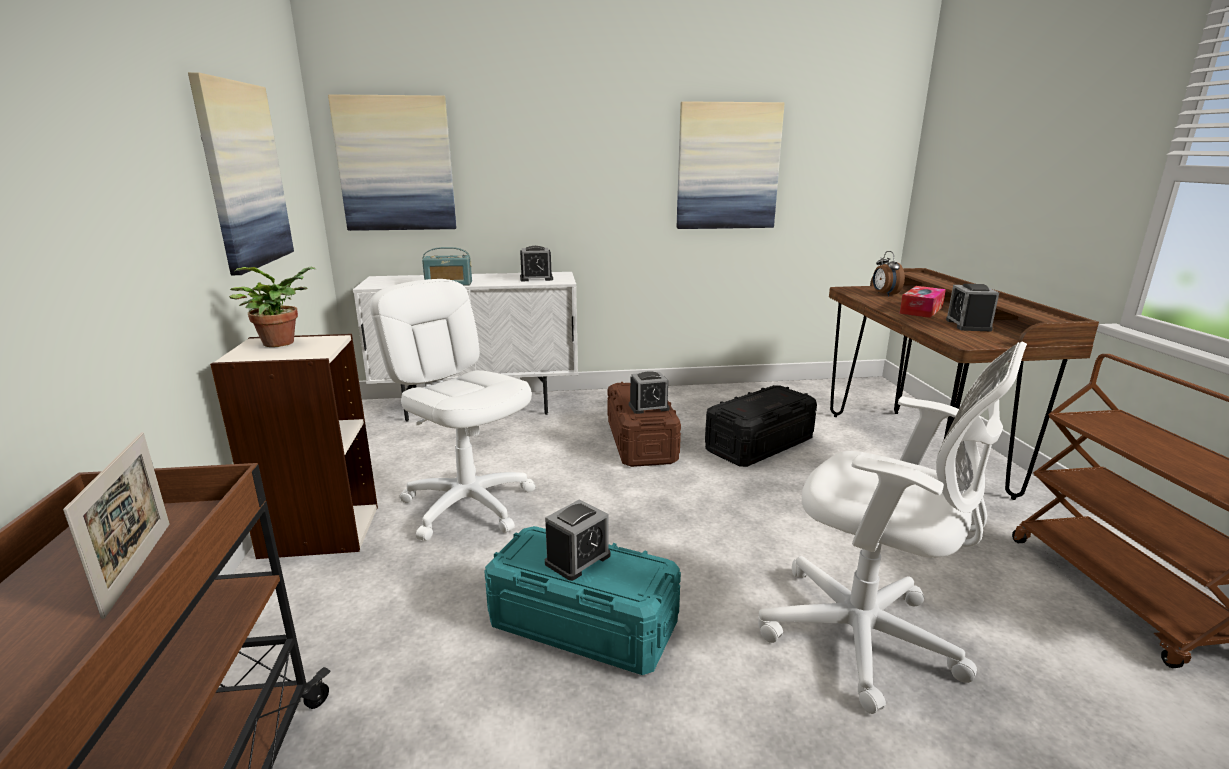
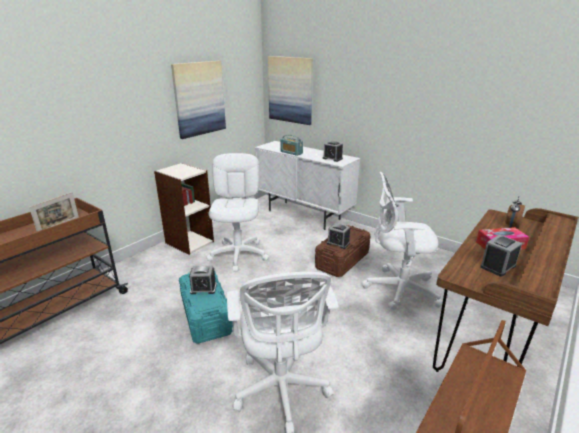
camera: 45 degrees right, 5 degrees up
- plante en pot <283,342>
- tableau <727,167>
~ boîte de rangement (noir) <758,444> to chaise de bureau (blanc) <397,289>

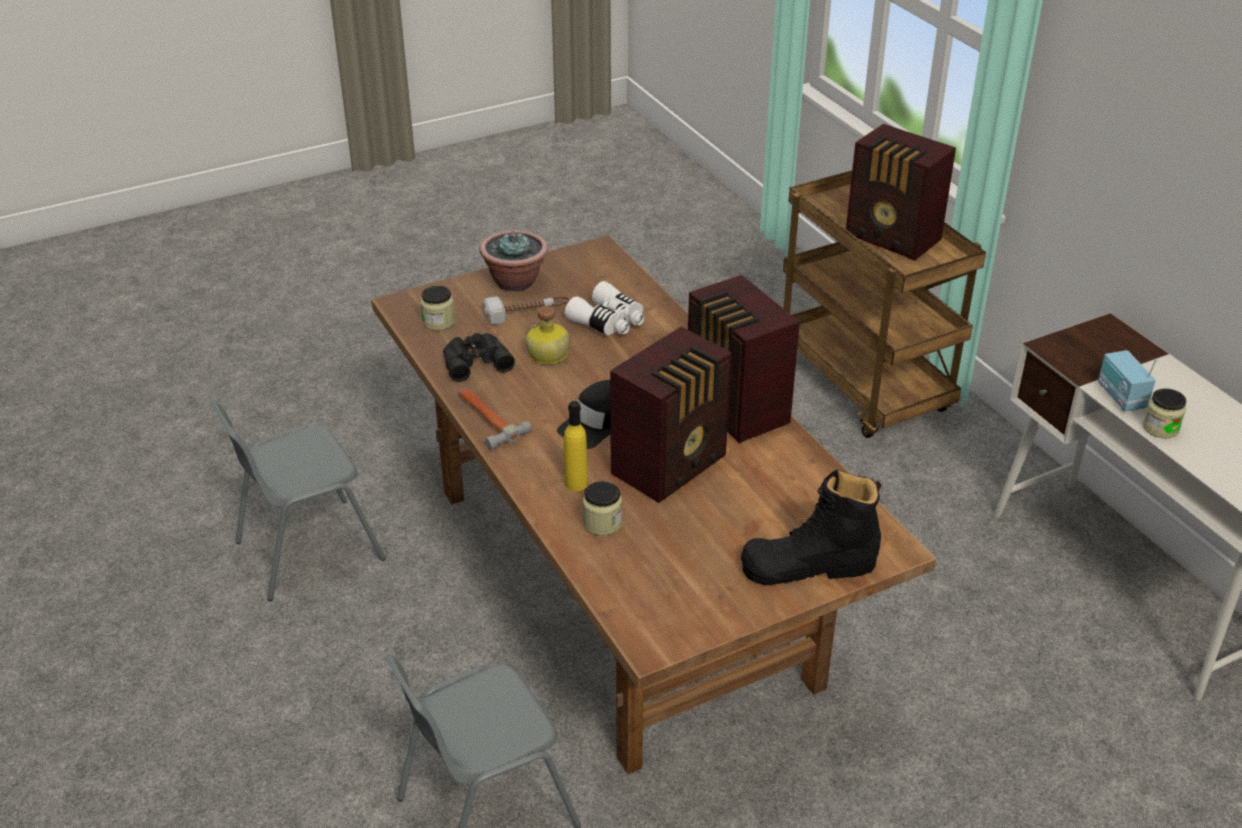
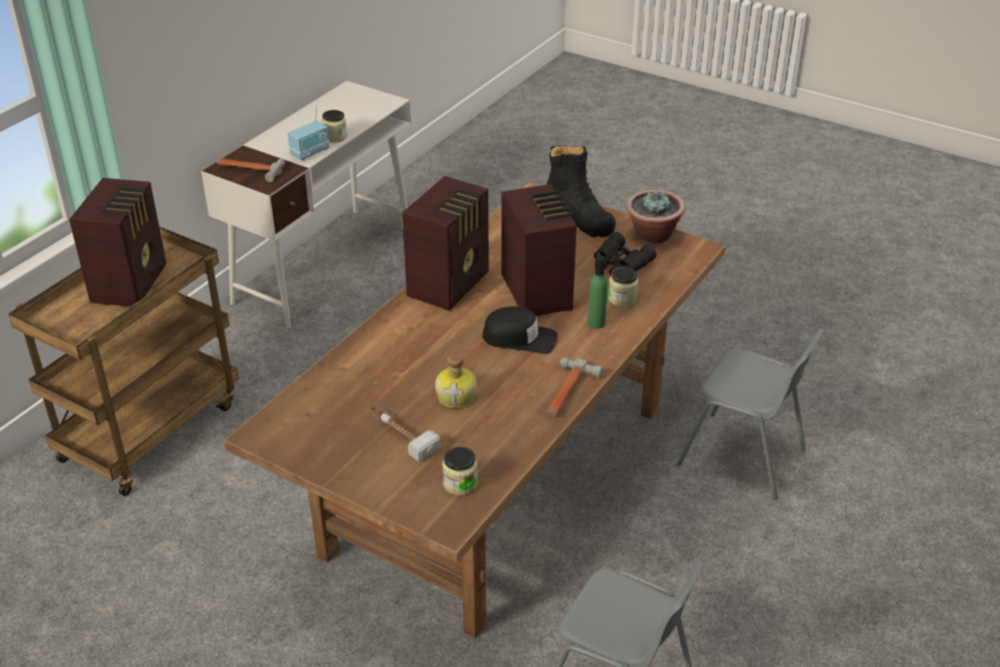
camera: 120 degrees left, 0 degrees up
~ jumelles (noir) <474,360> to <619,263>
~ plante en pot <515,282> to <653,235>
~ bouteille (jaune) <576,484> to bouteille (vert) <596,323>
- jumelles (blanc) <609,321>
~ radio <672,465> = <537,291> 60 degrees clockwise
+ marteau <249,169>

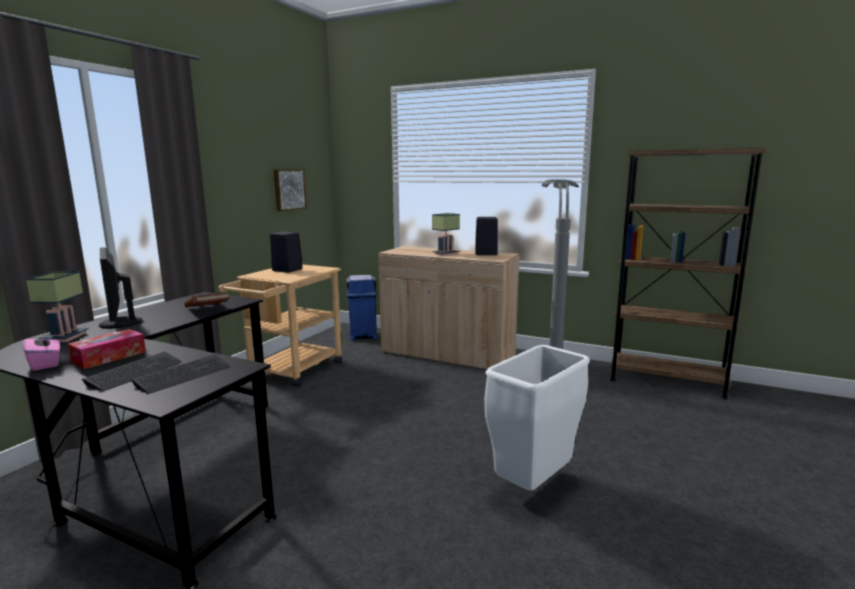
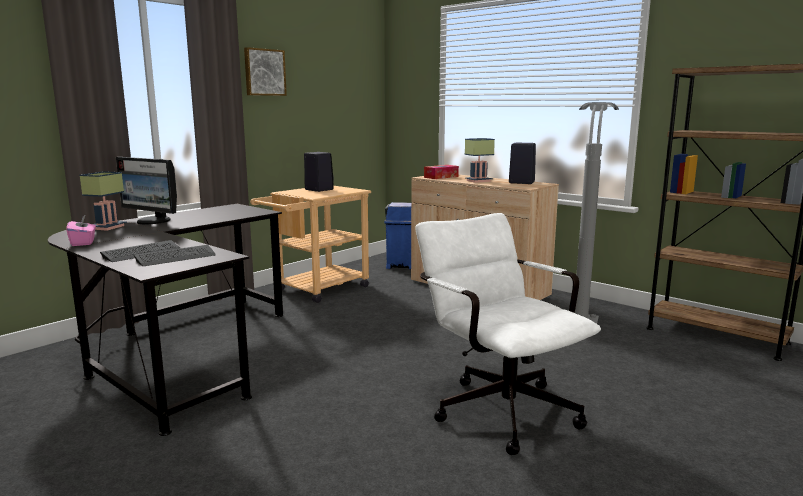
camera: 15 degrees right, 0 degrees up
~ boîte à mouchoirs <109,357> to <441,177>
~ écran d'ordinateur <119,323> = <153,221> 45 degrees counterclockwise
- livre (marron) <209,310>
~ tableau <288,189> to <264,72>
~ poubelle (blanc) <532,485> to chaise de bureau (blanc) <498,406>

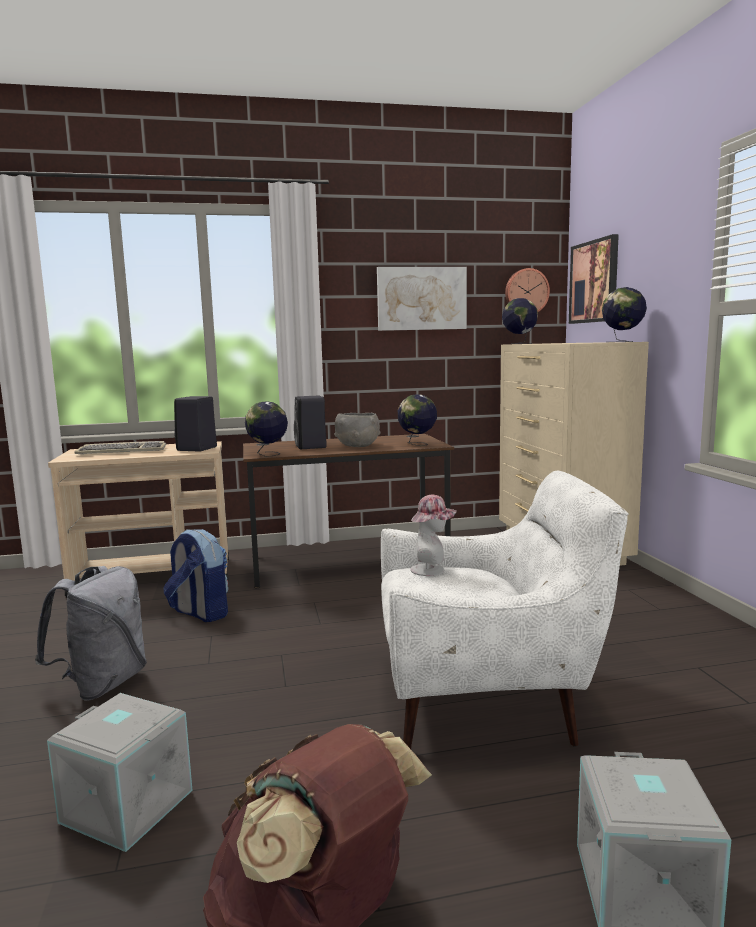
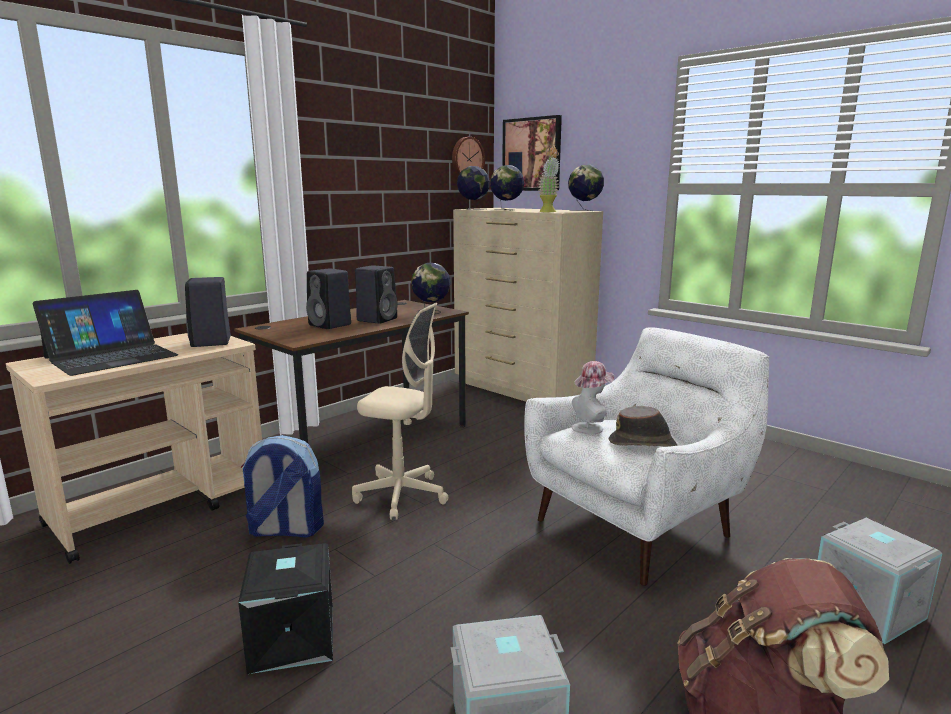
camera: 35 degrees left, 5 degrees up
~ sac à dos (gris) <103,684> to boîte de rangement (noir) <291,638>
~ clavier <123,451> to ordinateur portable <111,356>
~ globe <268,455> to <506,210>
~ bol (gris) <357,446> to enceinte (noir) <377,319>
- tableau <421,298>
+ chaise de bureau (beige) <401,495>
+ plante en pot <548,212>
+ chapeau (marron) <643,444>

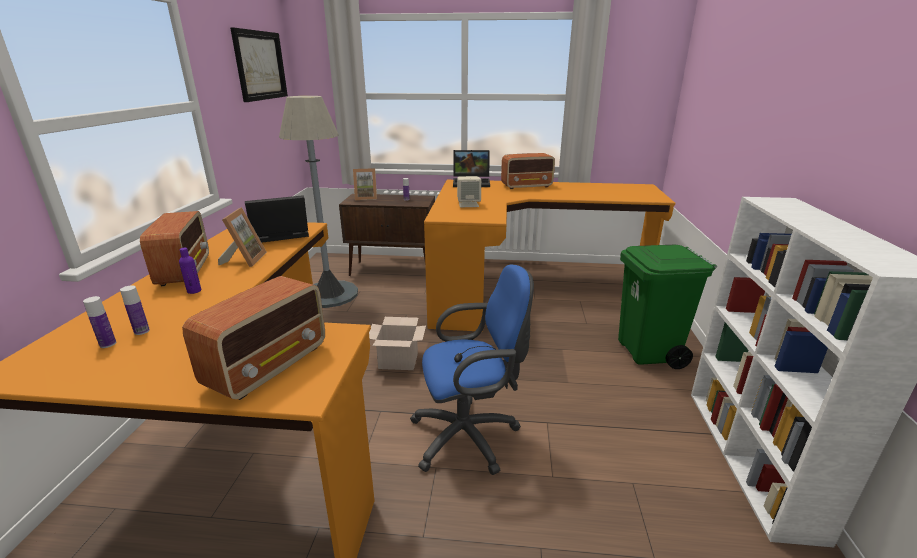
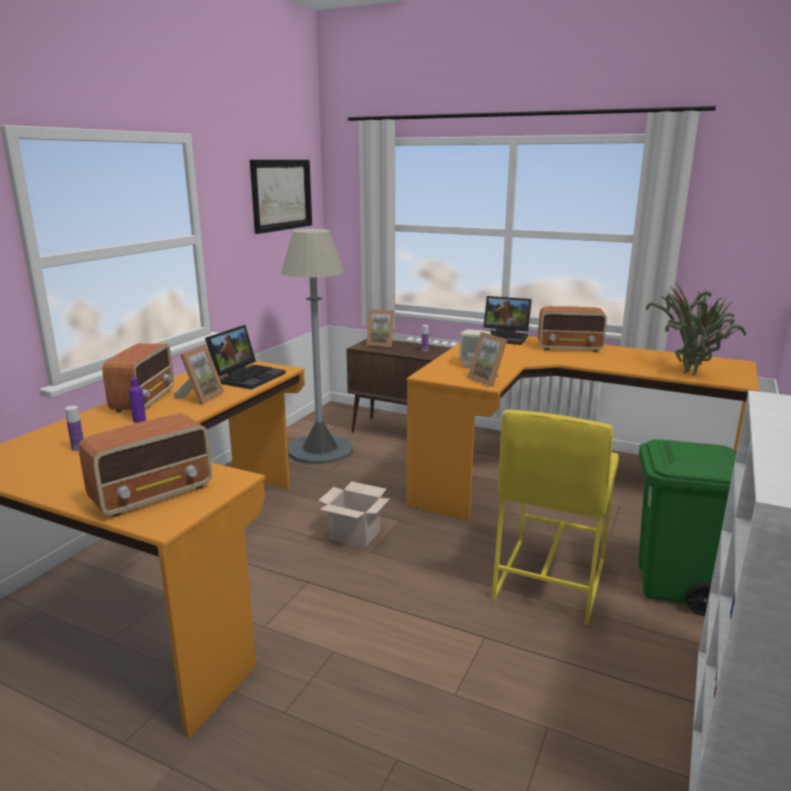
camera: 20 degrees right, 5 degrees down
- bouteille <108,344>
~ ordinateur portable <278,236> = <247,376> 120 degrees clockwise
- chaise de bureau (bleu) <470,436>
+ cadre photo <489,380>
+ tabouret (jaune) <548,579>
+ plante en pot <689,372>

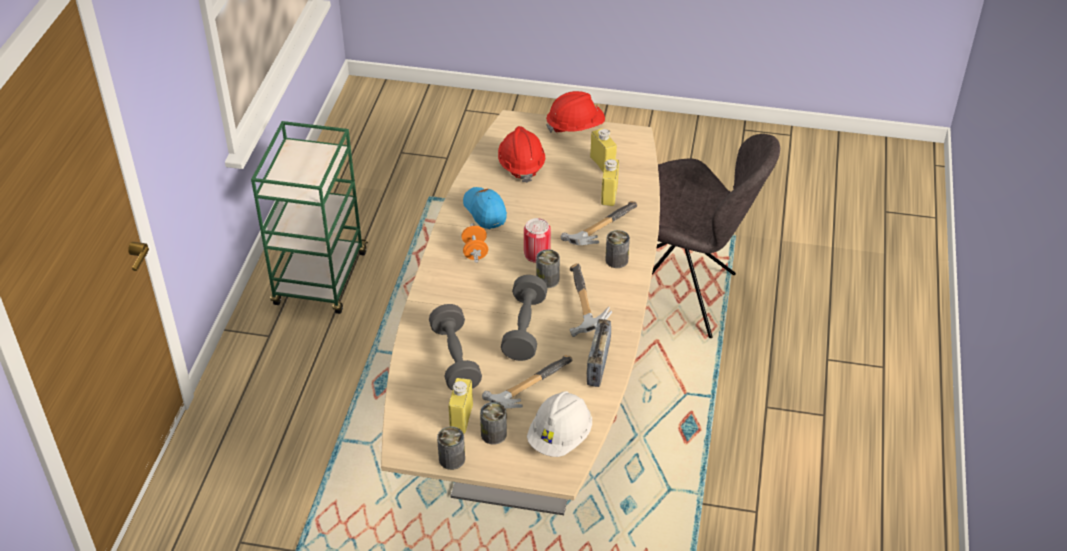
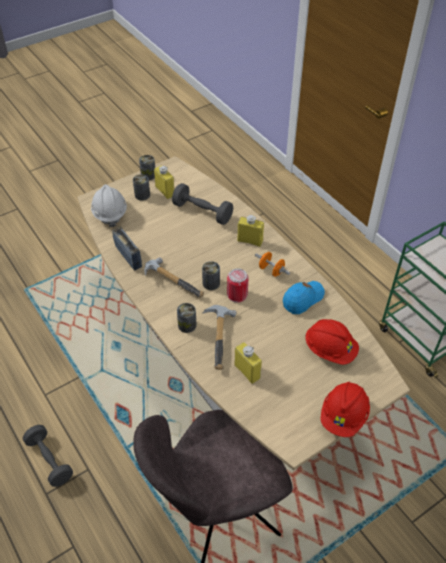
camera: 135 degrees right, 5 degrees up
~ casquette (bleu) <485,211> = <302,299> 60 degrees counterclockwise
- marteau <526,387>
~ haltère (gris) <524,329> to <49,460>
~ bouteille (jaune) <602,164> to <250,241>

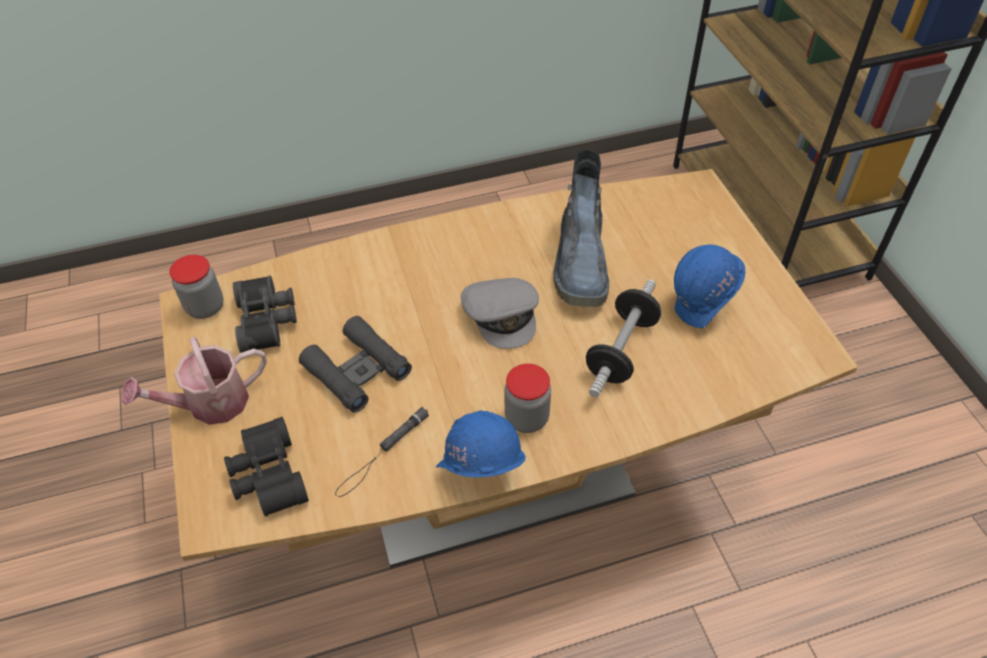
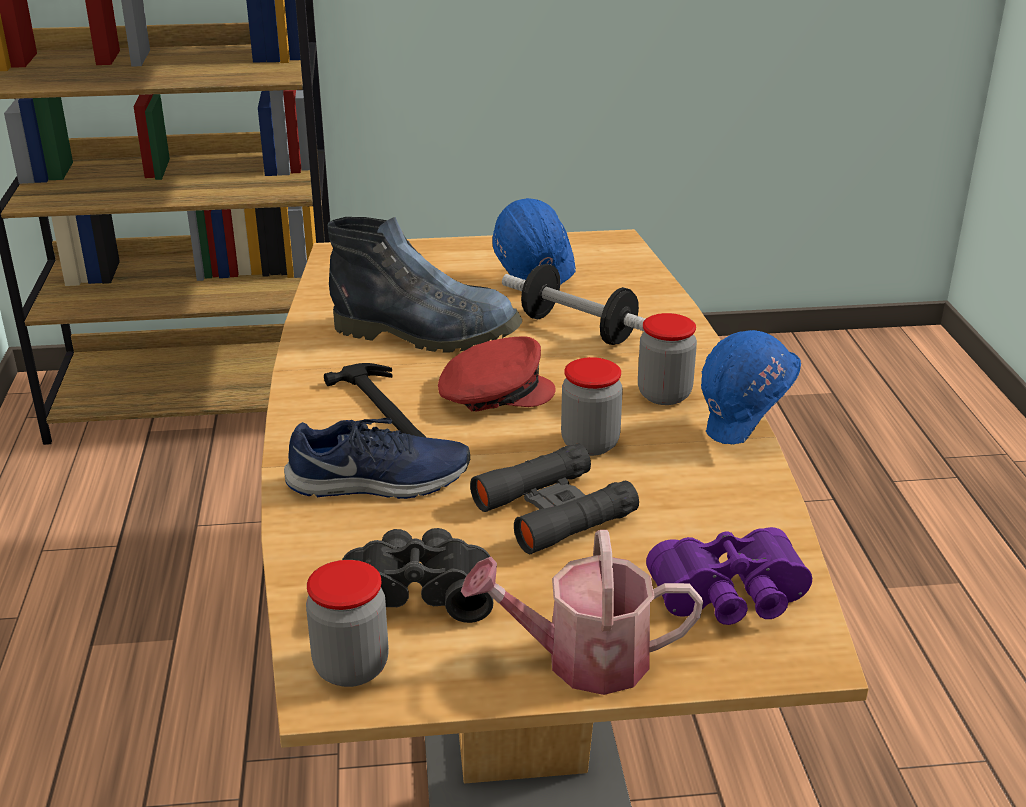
camera: 80 degrees left, 20 degrees down
~ arrosoir <209,404> = <582,659> 105 degrees clockwise
~ jumelles (noir) <266,476> to jumelles (violet) <731,599>
- lampe de poche (noir) <382,454>
~ casquette (gris) <502,315> to casquette (rouge) <493,393>
+ chaussure (bleu) <379,482>
+ marteau <385,409>
+ bocal <590,444>

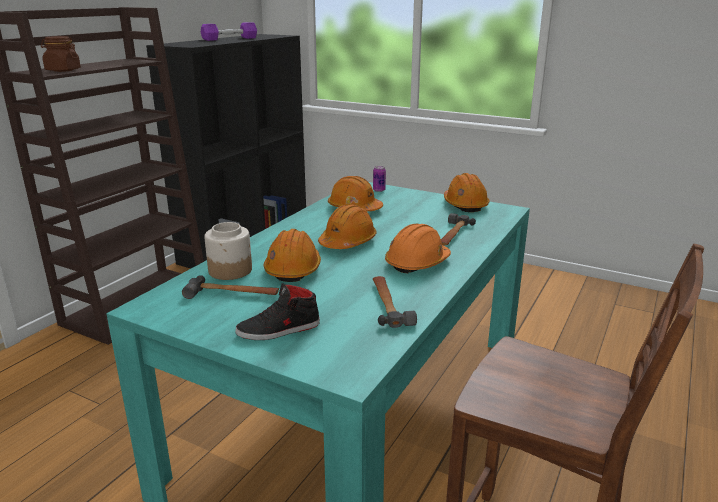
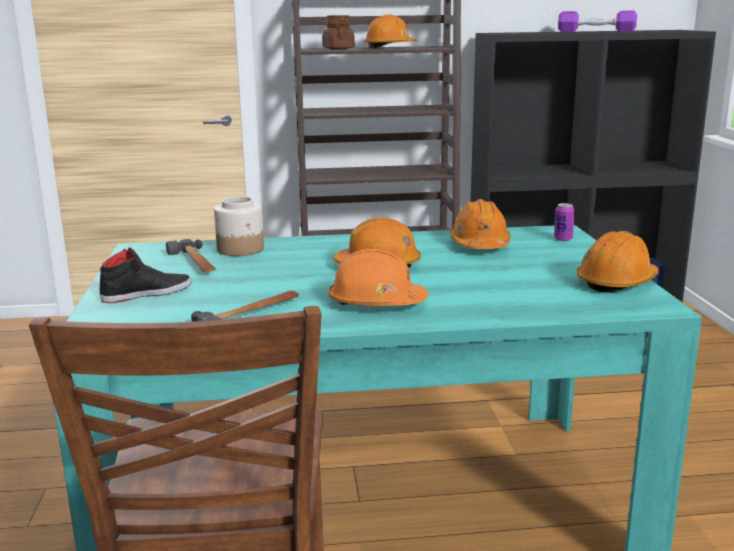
camera: 55 degrees right, 5 degrees down
~ chaussure (noir) <279,330> = <146,293> 120 degrees clockwise
~ casque de chantier (orange) <293,269> to <389,47>
- marteau <452,235>

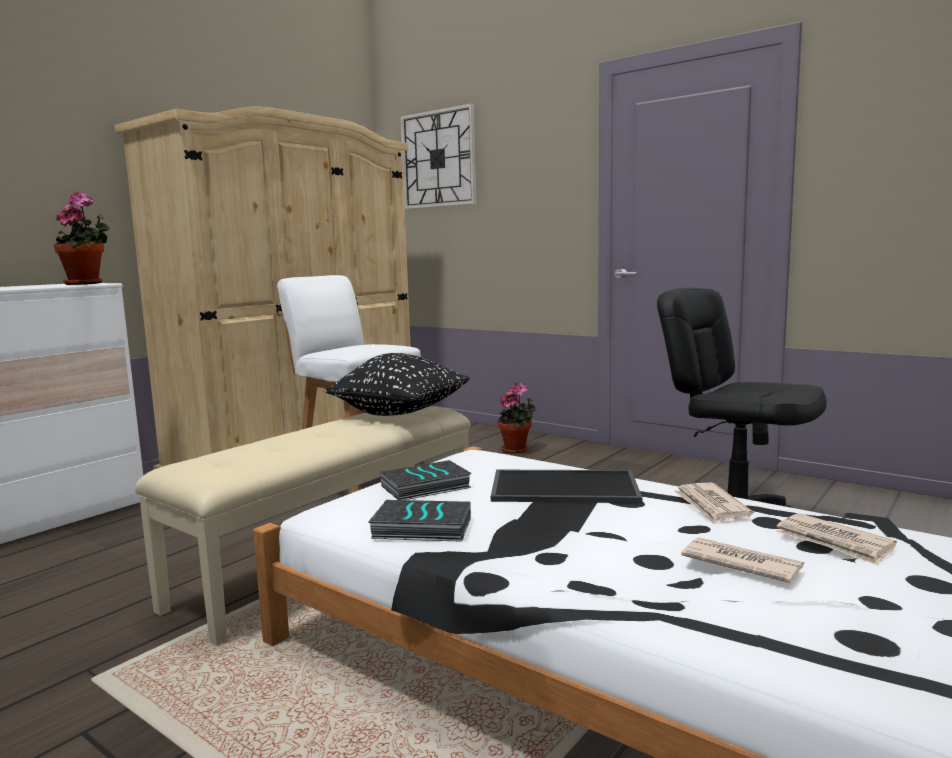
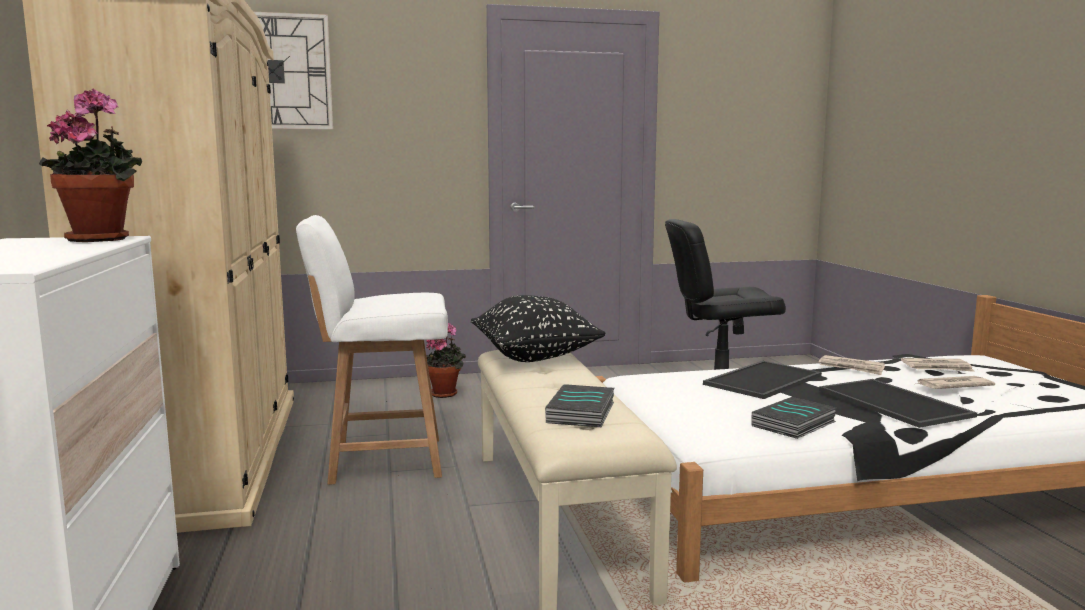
camera: 50 degrees left, 0 degrees up
~ livre <425,487> to <582,413>
+ plateau <896,403>

